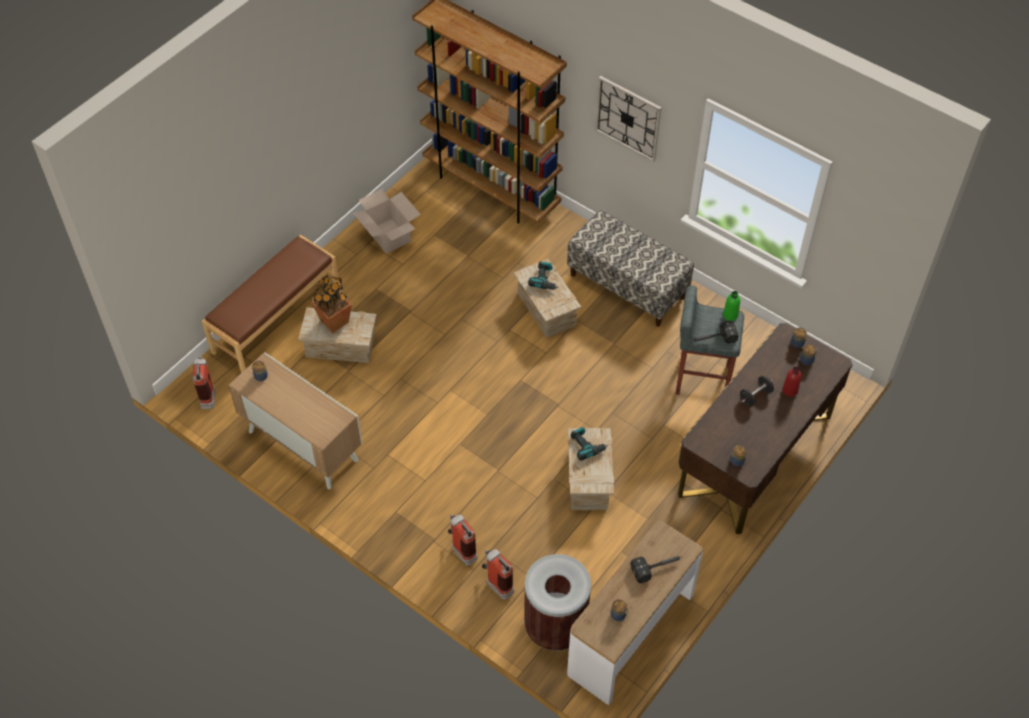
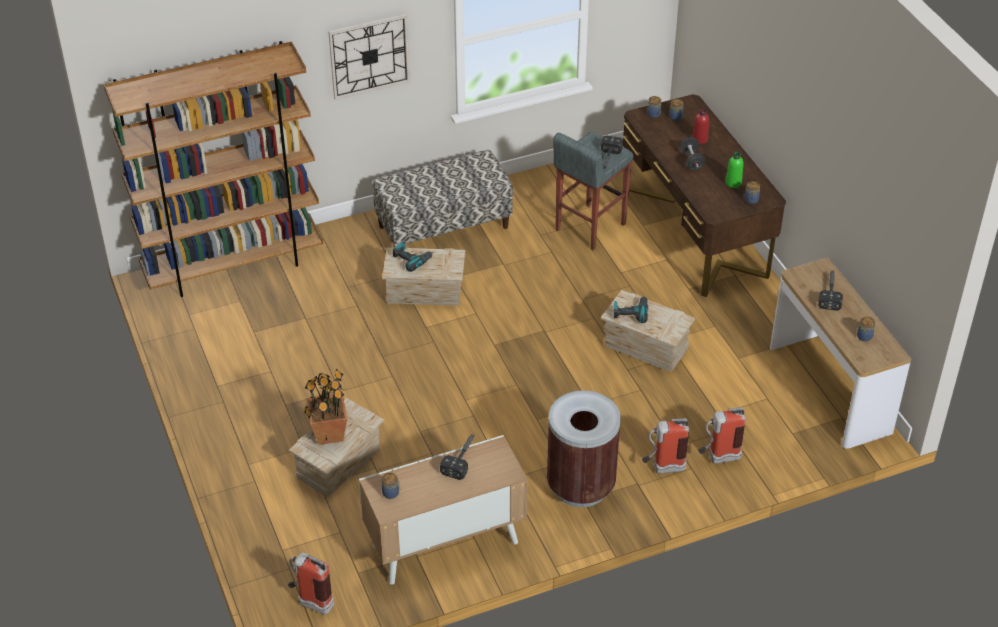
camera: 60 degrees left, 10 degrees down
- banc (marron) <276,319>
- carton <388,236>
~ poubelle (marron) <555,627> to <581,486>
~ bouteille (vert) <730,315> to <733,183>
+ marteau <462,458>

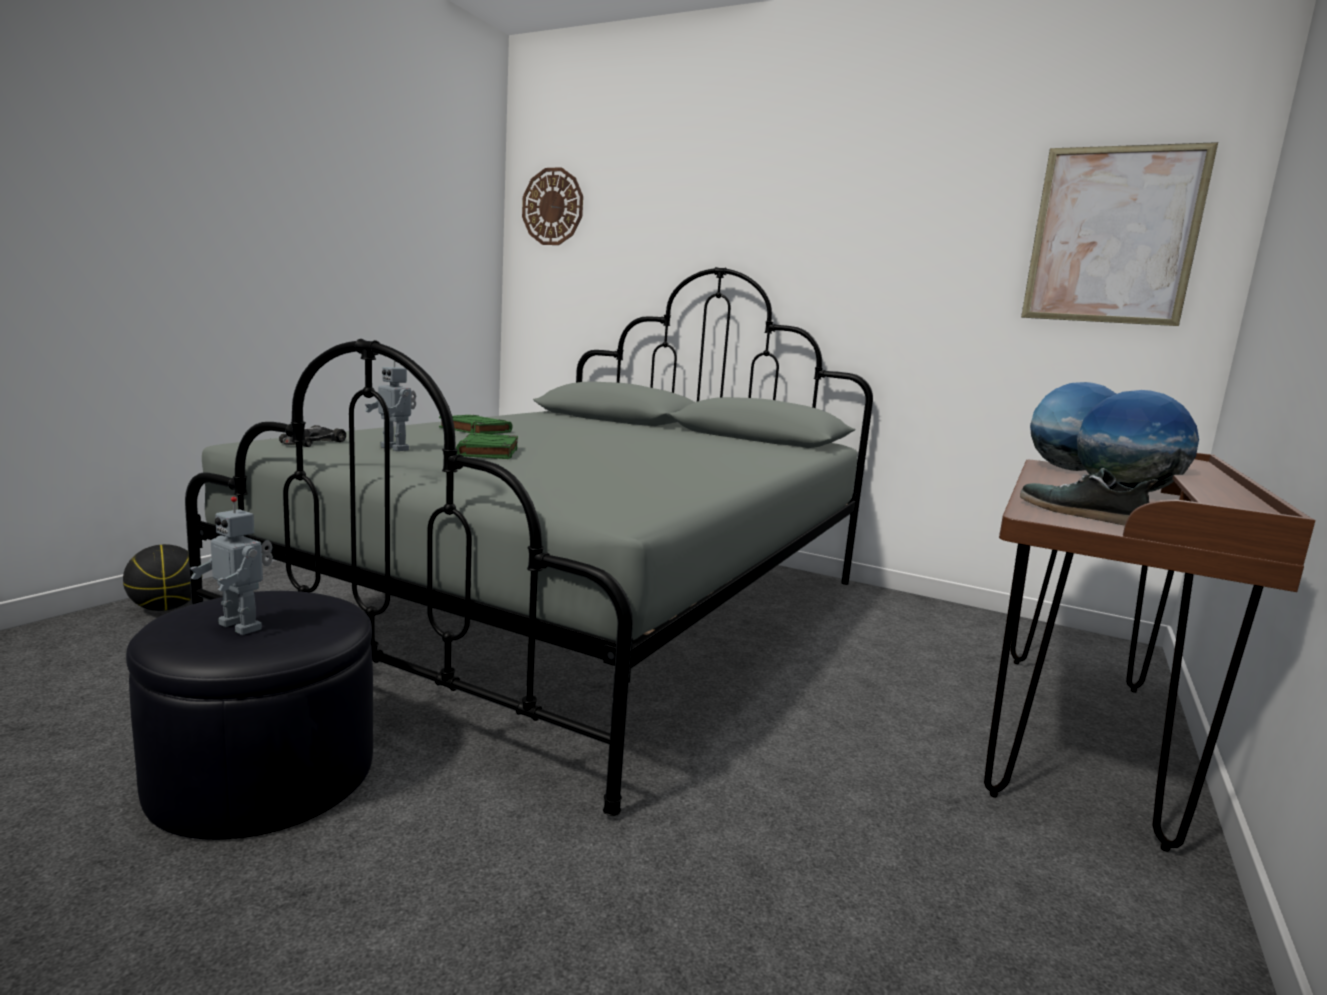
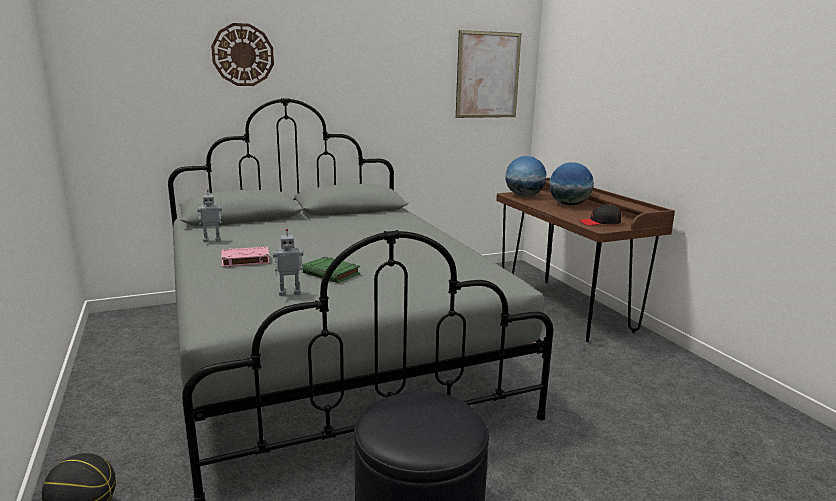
camera: 50 degrees left, 5 degrees up
~ robot jouet <243,626> to <212,240>
- petite voiture <313,442>
~ livre (vert) <474,430> to livre (rose) <245,260>
~ horloge murale <553,207> to <243,55>
~ chaussure <1079,513> to casquette (noir) <600,223>

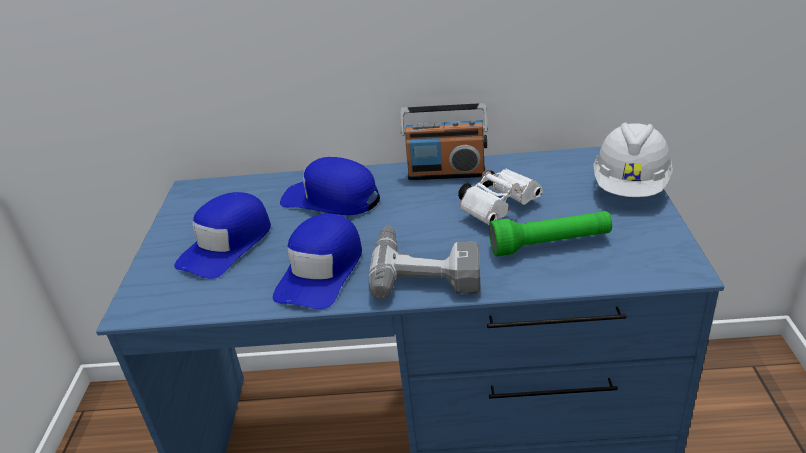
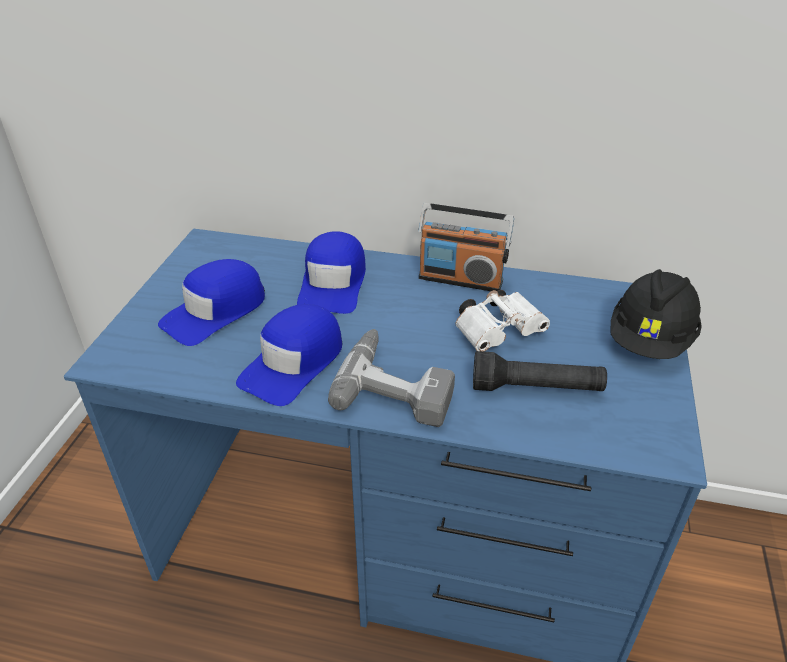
camera: 10 degrees right, 5 degrees up
~ casquette (bleu) <331,199> = <333,283> 120 degrees counterclockwise
~ lampe de poche (vert) <550,244> to lampe de poche (noir) <536,388>
~ casque de chantier (blanc) <630,187> to casque de chantier (noir) <650,340>

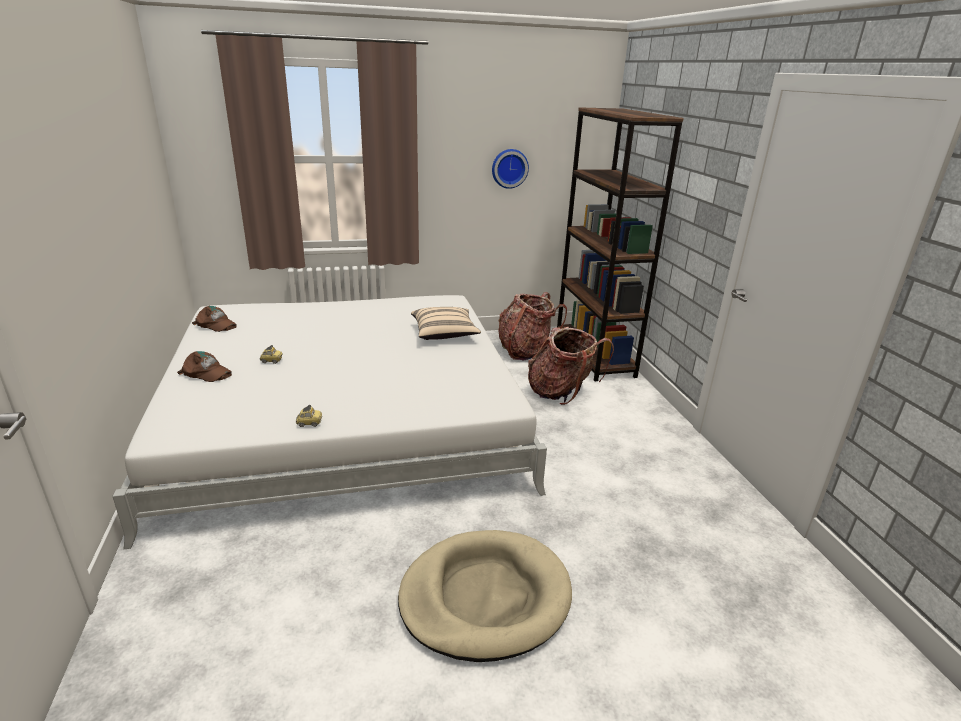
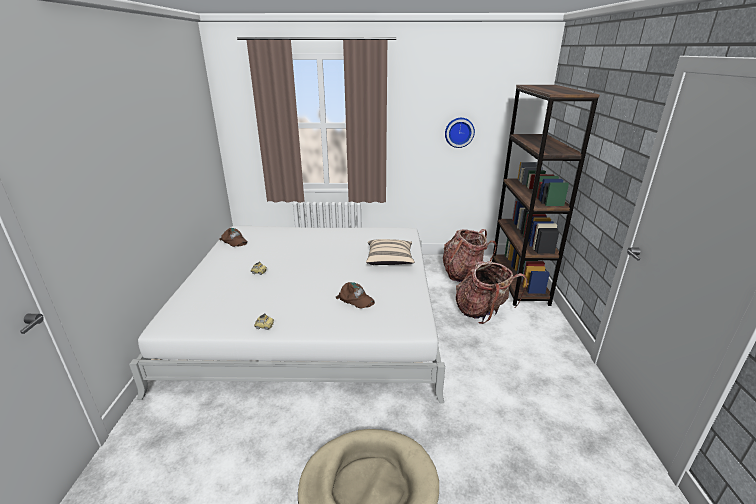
camera: 15 degrees right, 0 degrees up
~ casquette (marron) <206,373> to <355,299>

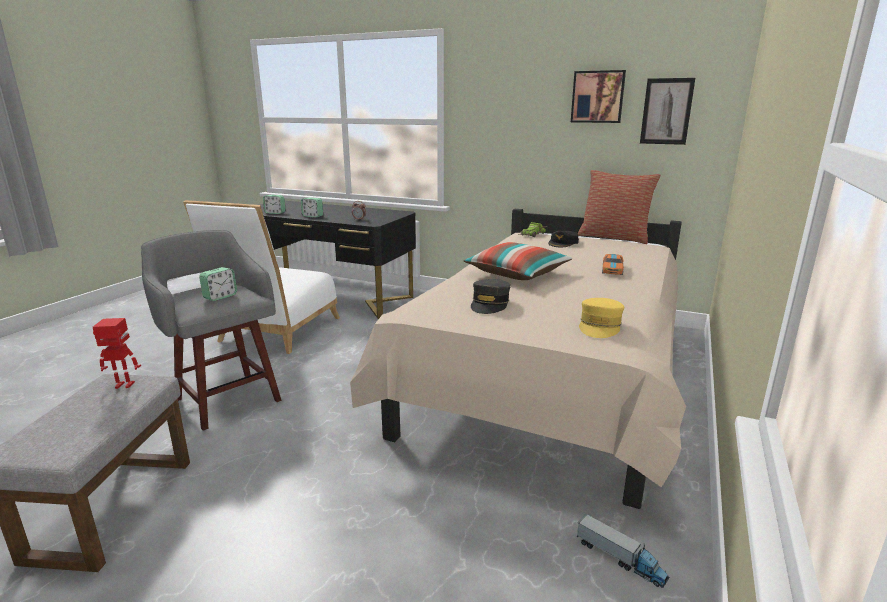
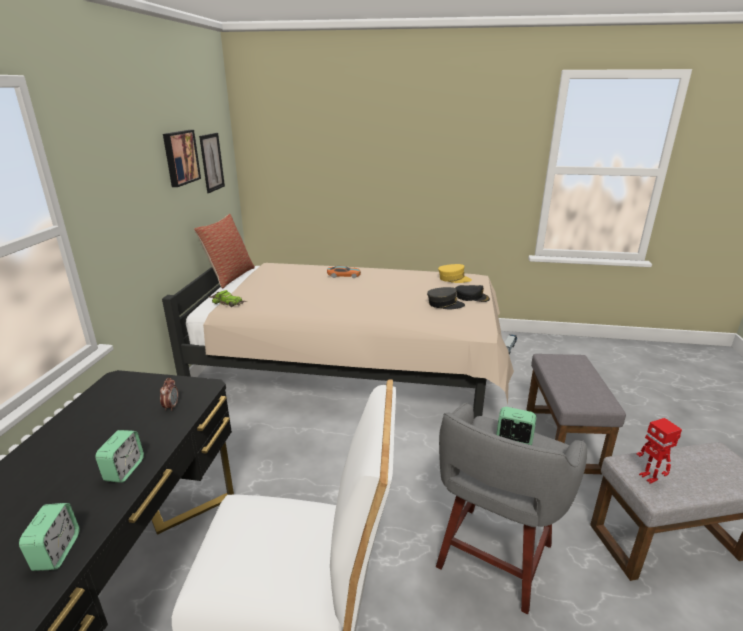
camera: 105 degrees left, 5 degrees up
- coussin <517,274>
~ casquette (noir) <563,243> to <472,297>
+ pouf (gris) <564,439>

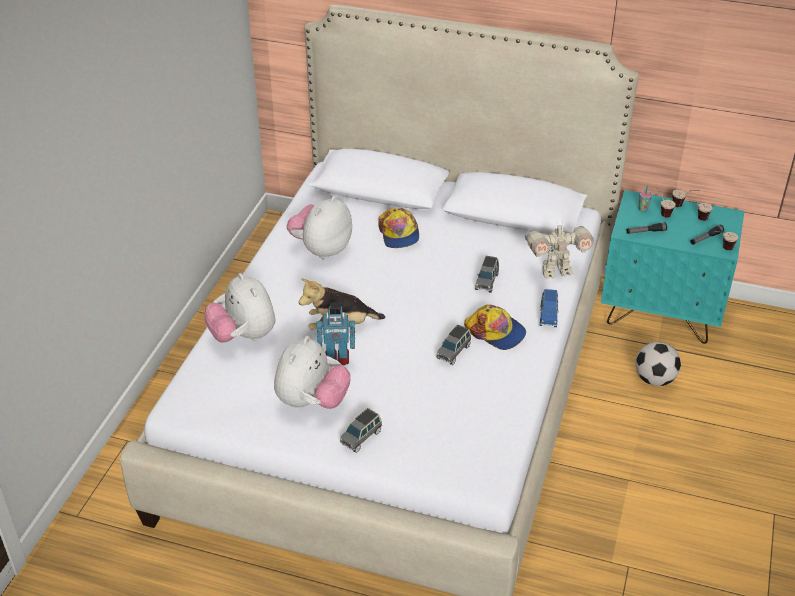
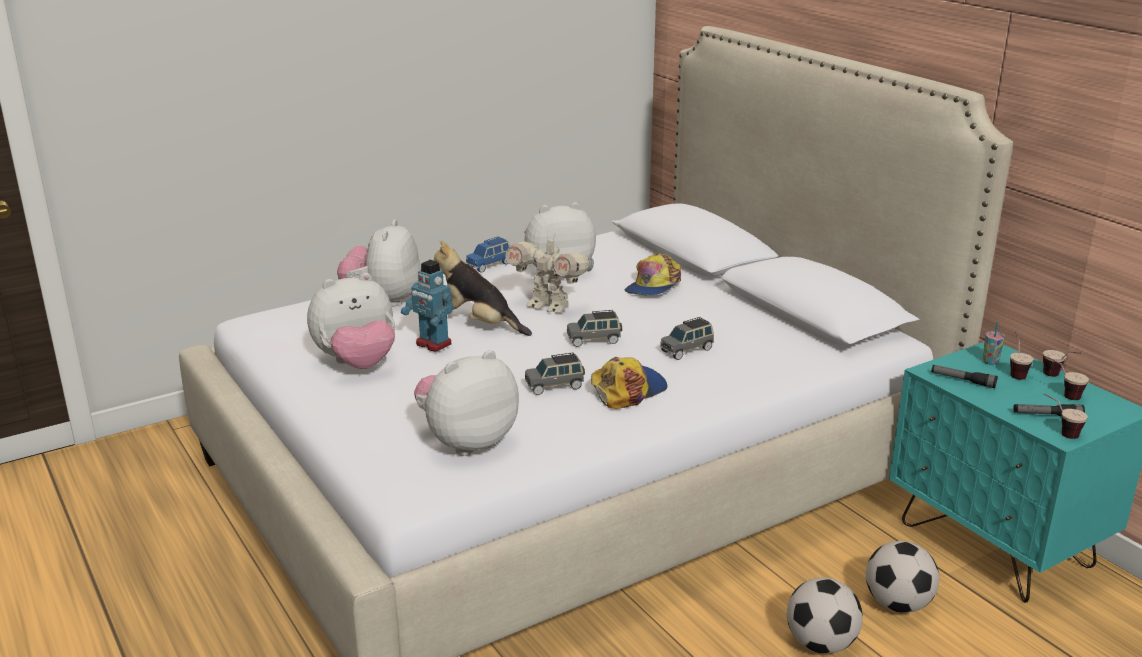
camera: 40 degrees right, 15 degrees down
~ petite voiture (gris) <361,437> to <594,340>
~ casquette <495,332> = <628,390> 120 degrees counterclockwise
~ robot jouet <555,271> to <549,307>
~ petite voiture (bleu) <548,315> to <489,265>
+ peluche <467,442>
+ ballon de foot <821,644>

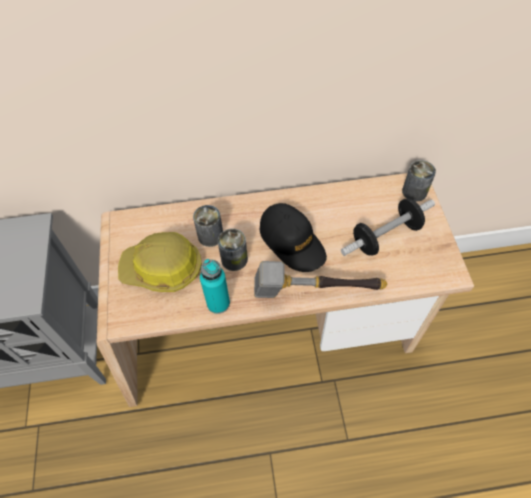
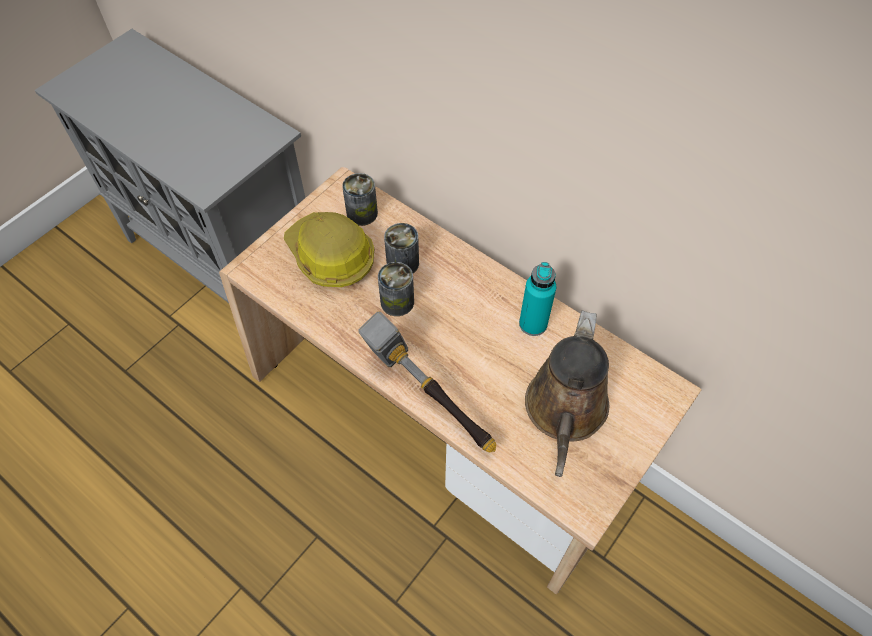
camera: 45 degrees right, 0 degrees up
~ bouteille (turquoise) <218,303> to <533,324>
- casquette (noir) <292,242>
~ haltère <385,236> to arrosoir (marron) <565,412>
~ boîte métallique <414,191> to <362,213>

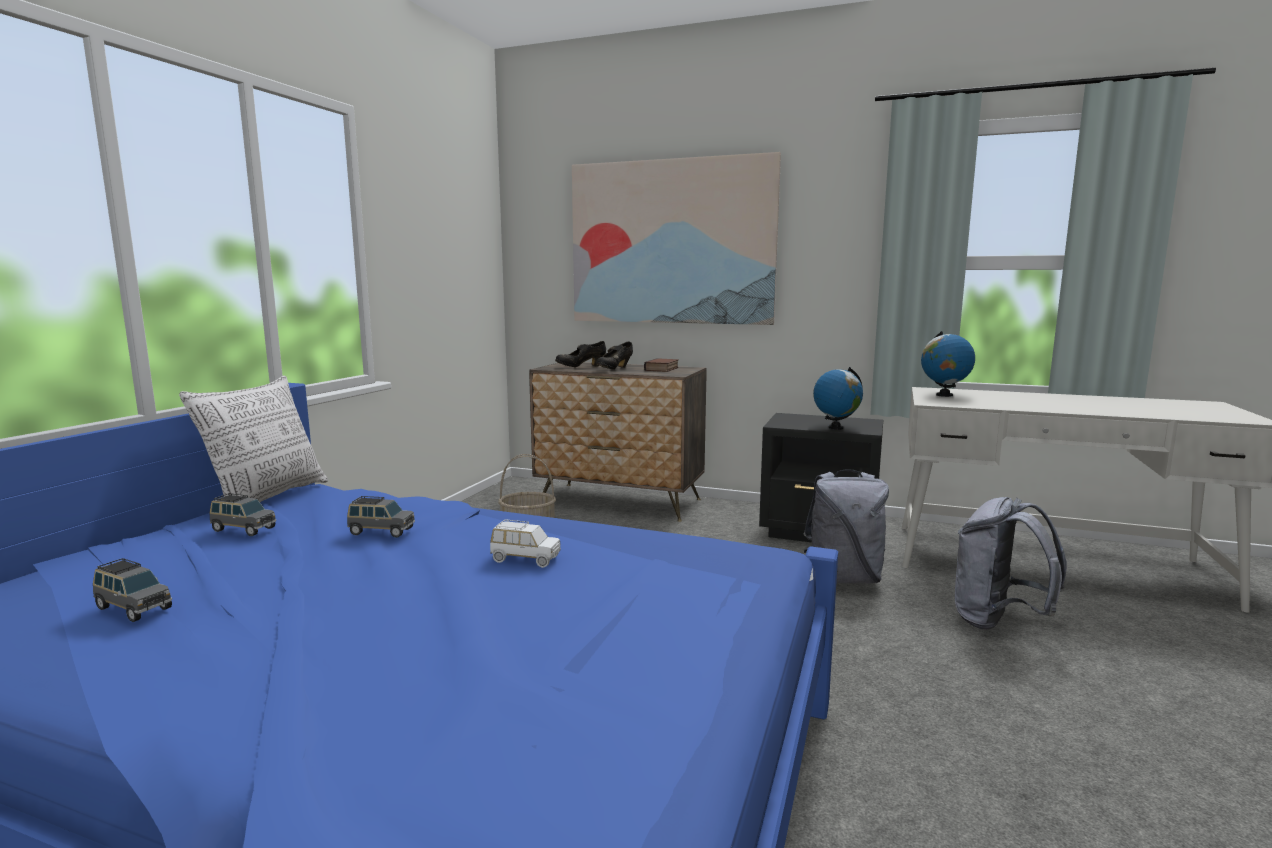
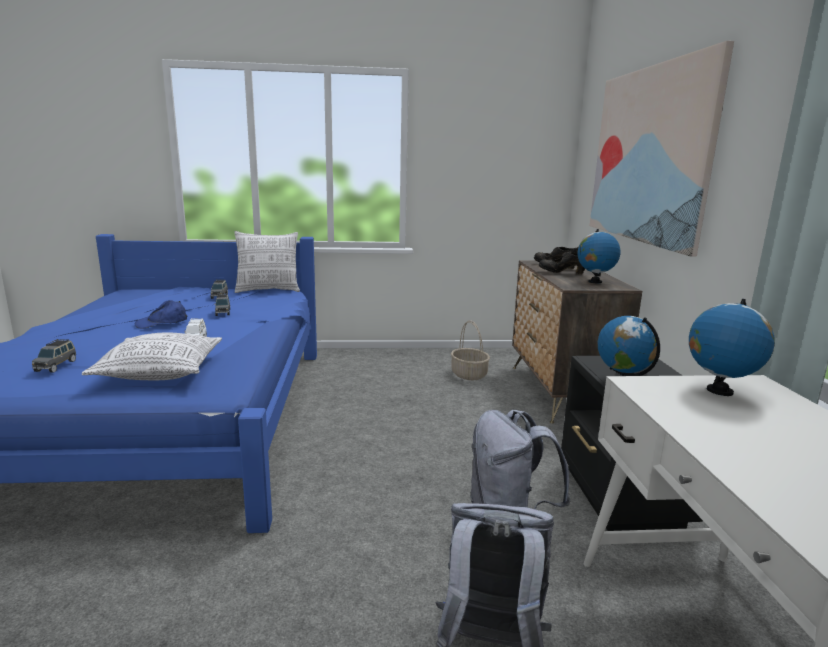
camera: 65 degrees right, 5 degrees up
~ petite voiture (gris) <133,608> to <56,366>
~ livre <662,369> to globe <594,282>
+ coussin <161,372>
+ casquette (bleu) <162,322>

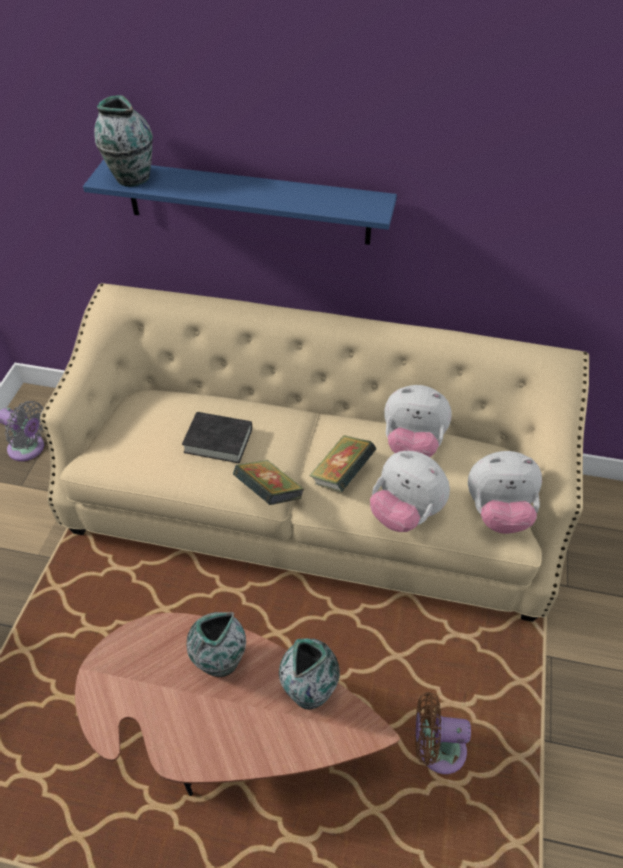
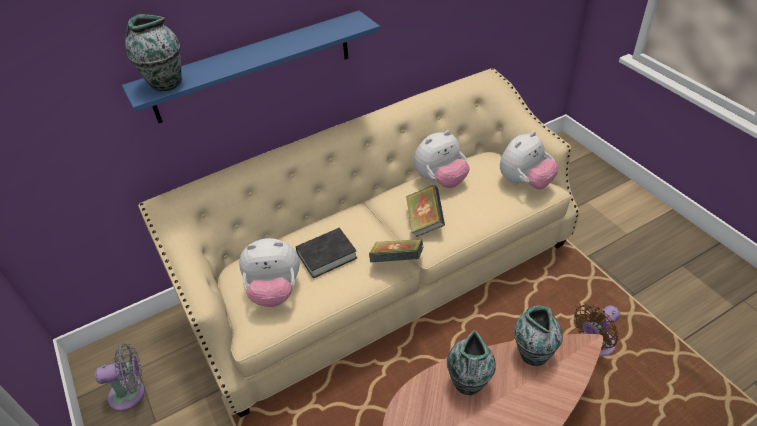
camera: 40 degrees left, 5 degrees down
~ peluche <405,513> to <274,291>

